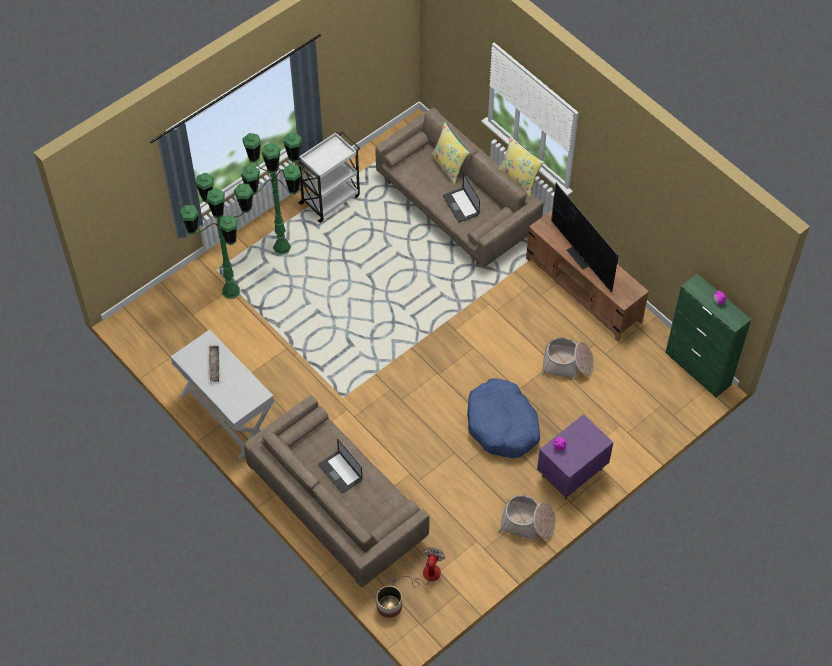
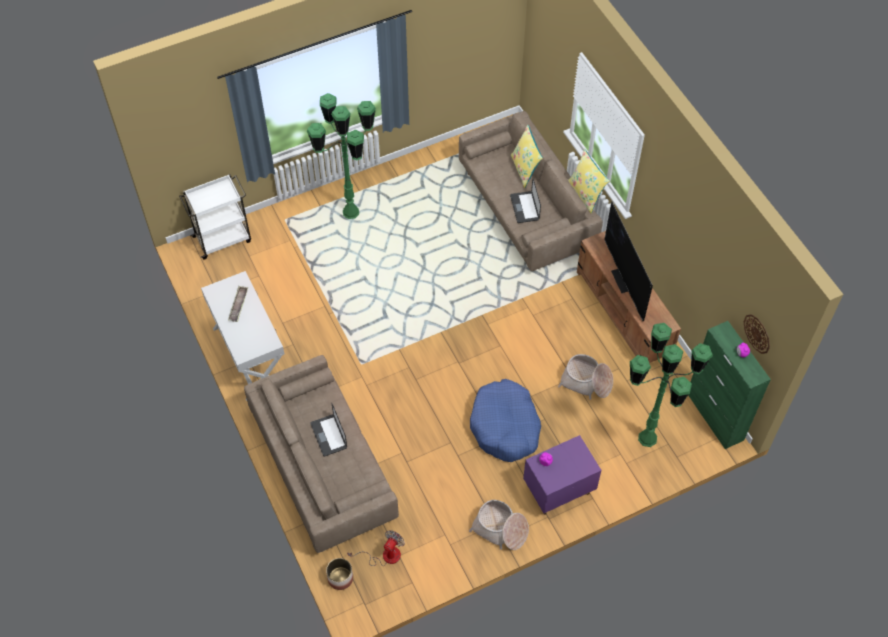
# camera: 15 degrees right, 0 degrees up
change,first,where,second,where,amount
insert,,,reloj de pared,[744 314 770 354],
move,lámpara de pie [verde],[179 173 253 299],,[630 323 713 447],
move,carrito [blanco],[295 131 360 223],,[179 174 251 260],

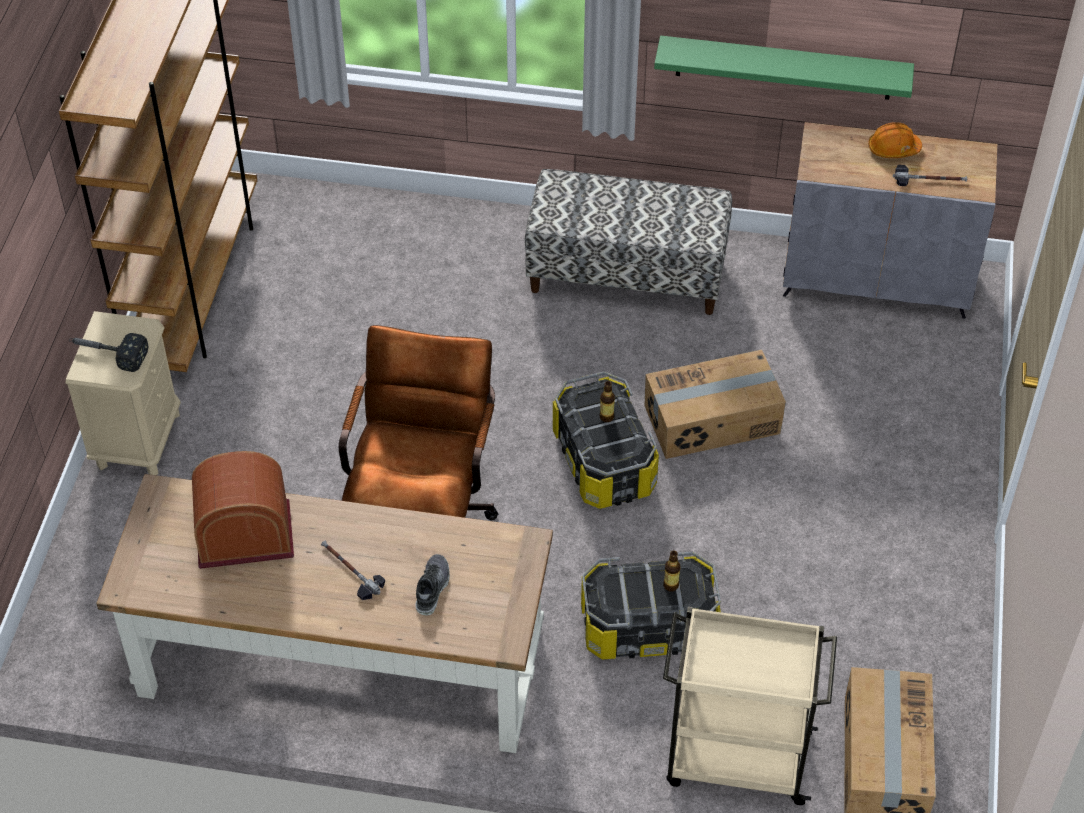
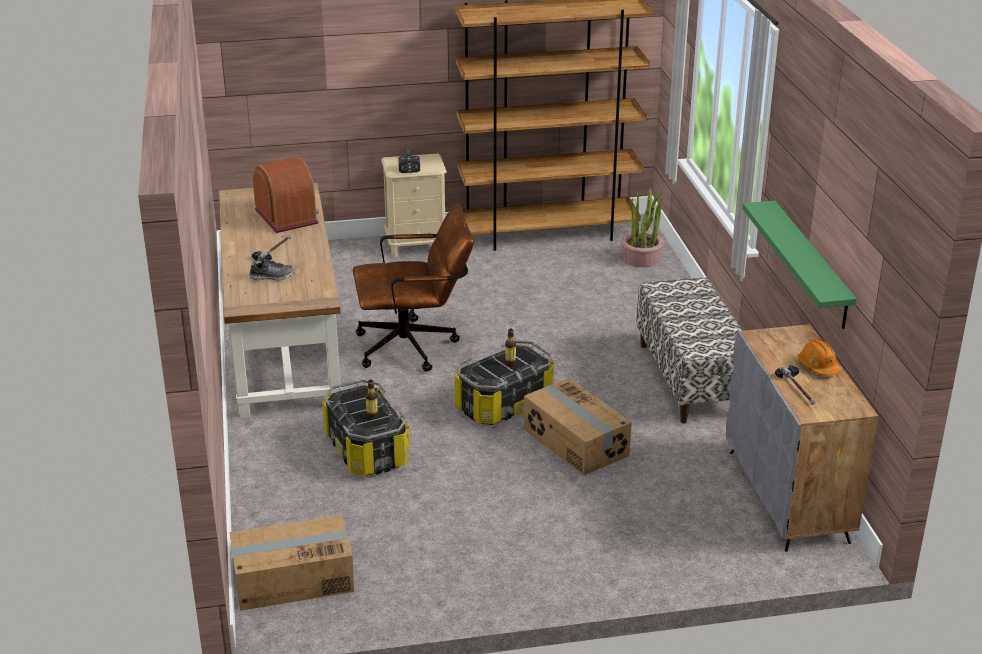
# camera: 70 degrees right, 20 degrees down
change,first,where,second,where,amount
delete,carrito [beis],[663 607 837 805],,,
insert,,,planta en maceta,[621 188 664 267],

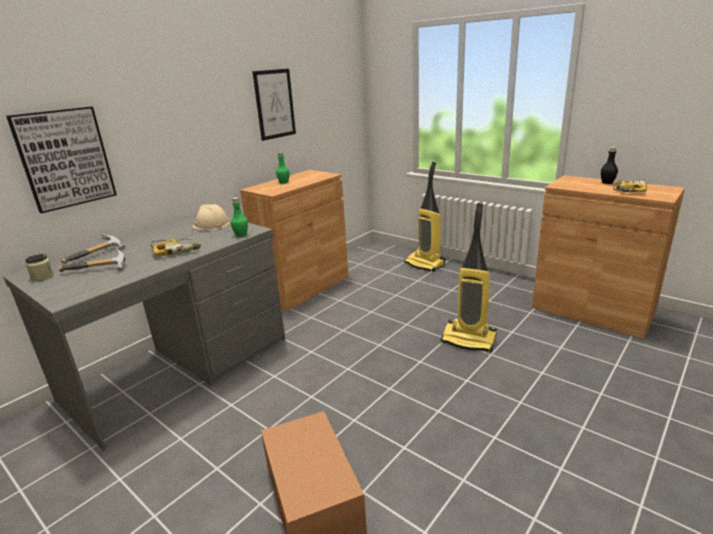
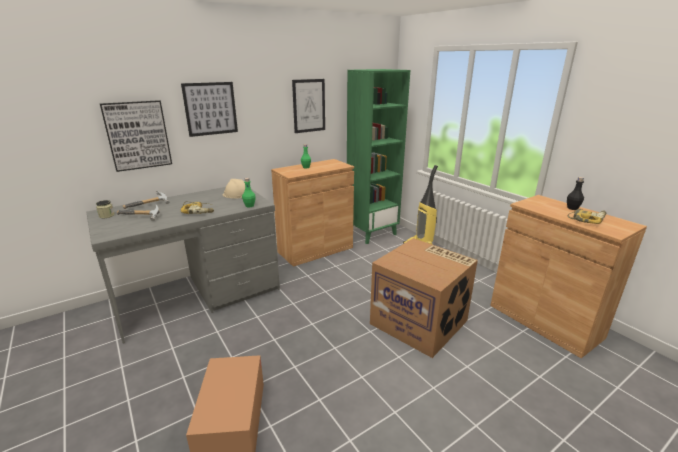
# camera: 15 degrees right, 0 degrees up
change,first,where,second,where,amount
insert,,,cuadro,[181 82 238 137],
insert,,,estantería [verde],[347 69 410 244],
replace,aspiradora,[441 203 497 352],caja de cartón,[370 238 478 358],

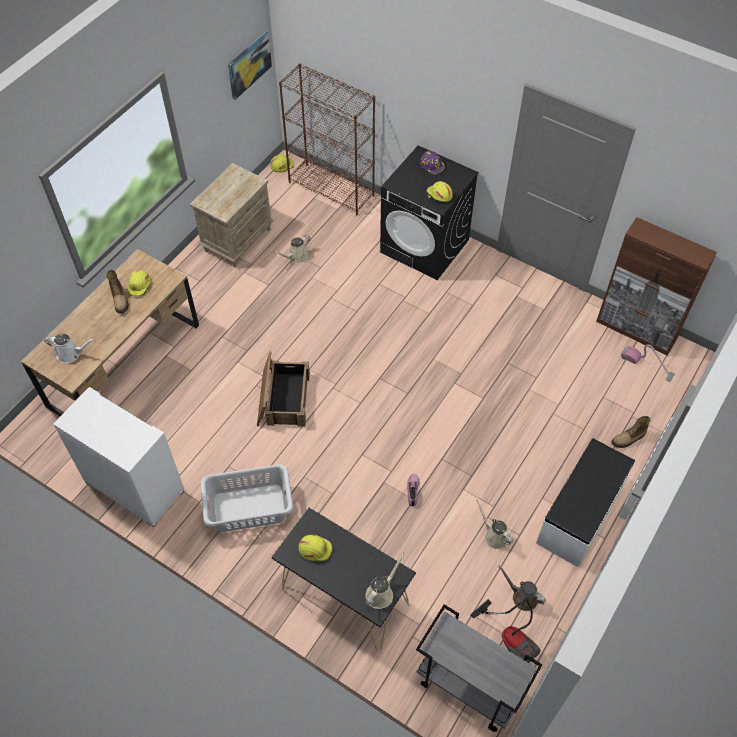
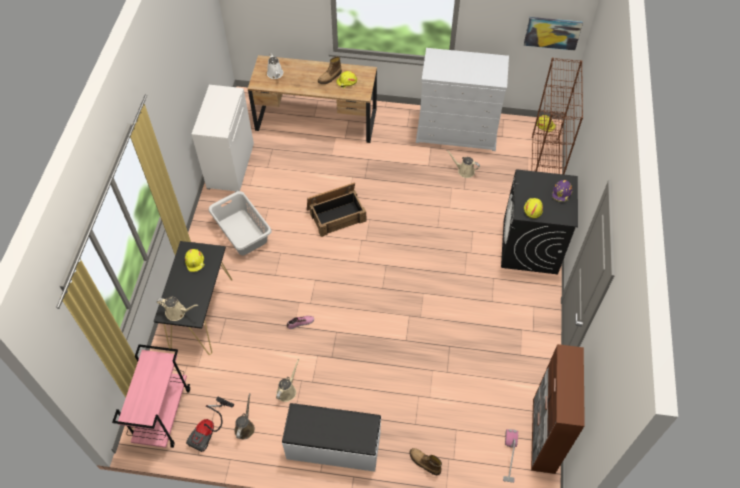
# camera: 65 degrees right, 0 degrees up
change,first,where,second,where,amount
replace,mesita de noche [beis],[190 163 274 267],cómoda [blanco],[416 48 509 151],
recolor,carrito [gris],[416 604 542 732],carrito [rosa],[112 344 190 448],

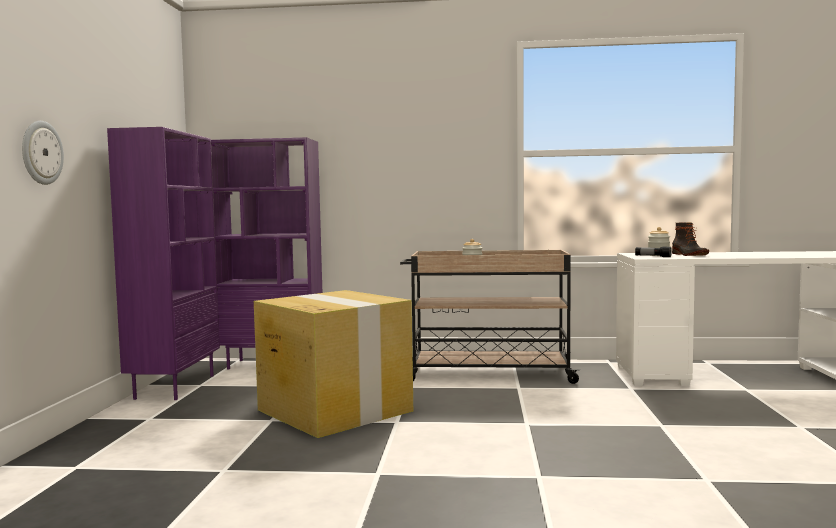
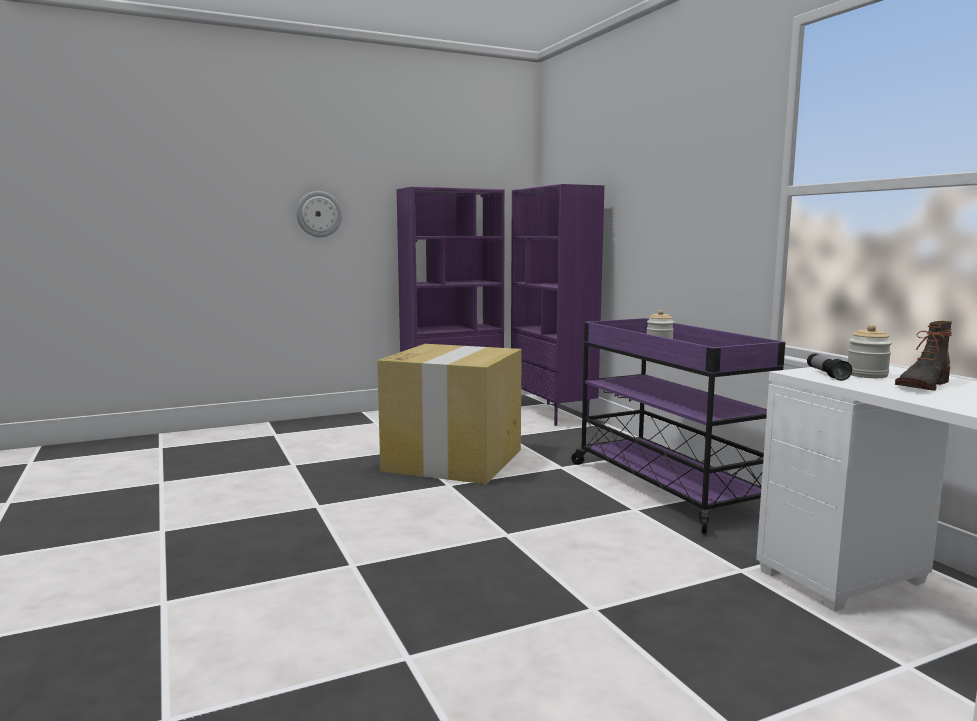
# camera: 60 degrees right, 5 degrees up
change,first,where,second,where,amount
recolor,carrito [beis],[400 250 581 384],carrito [morado],[571 318 785 534],

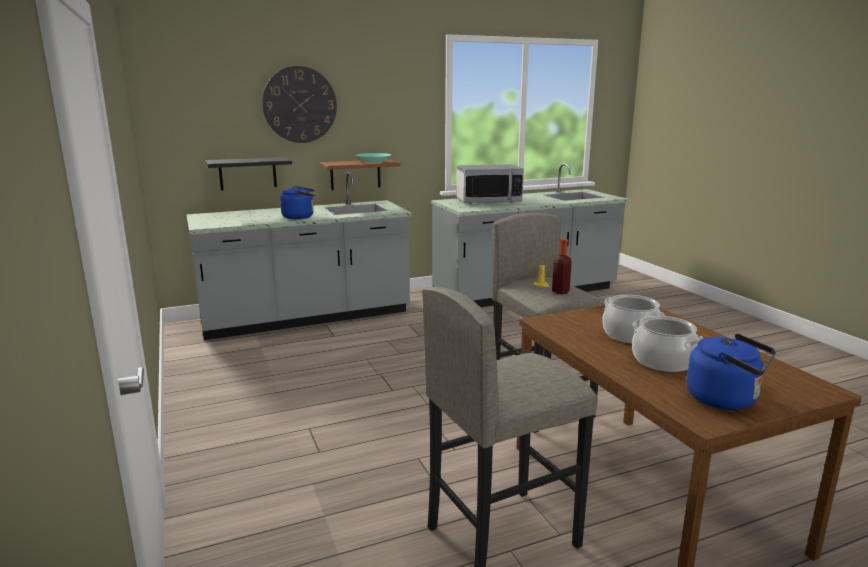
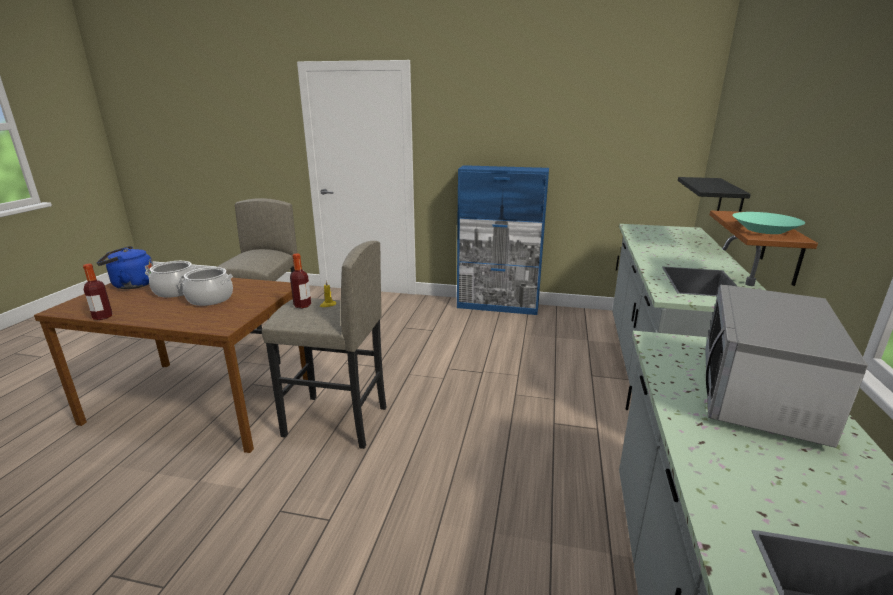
# camera: 125 degrees right, 5 degrees up
change,first,where,second,where,amount
delete,reloj de pared,[262 66 337 143],,,
delete,hervidor [azul],[280 186 315 219],,,
insert,,,botella,[83 264 112 320],
insert,,,armario [azul],[457 165 549 315],

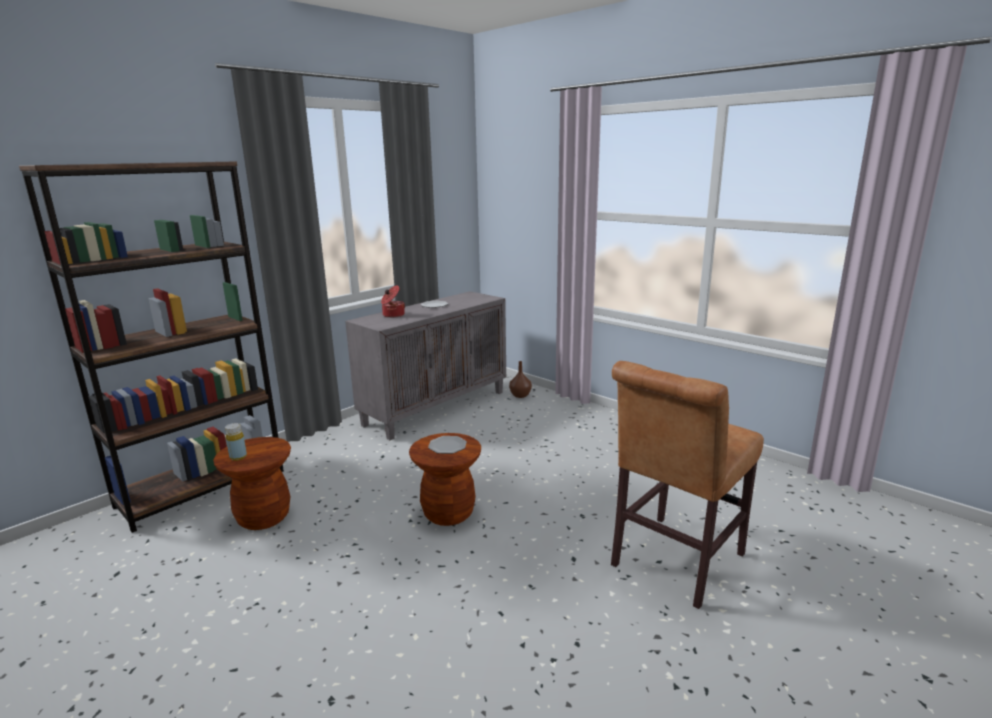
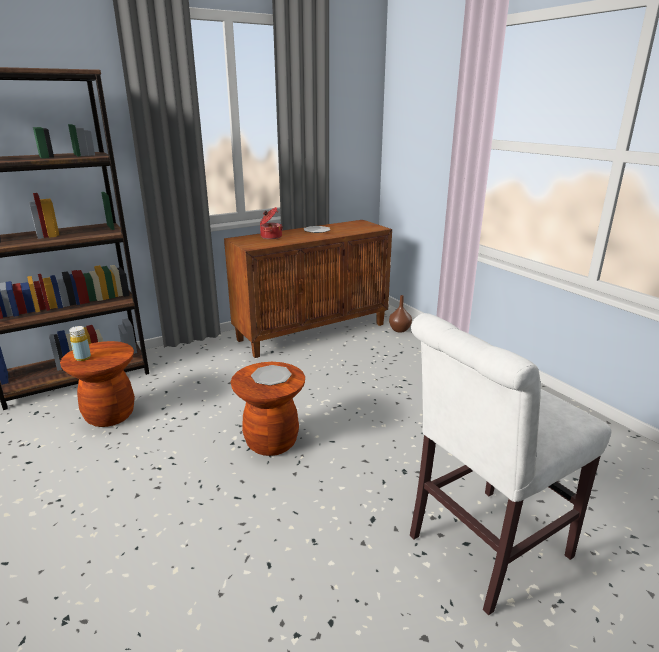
# camera: 15 degrees right, 5 degrees up
change,first,where,second,where,amount
recolor,armario [gris],[345 291 506 440],armario [marrón],[224 220 392 358],
recolor,silla [marrón],[611 361 764 609],silla [blanco],[410 313 612 615],

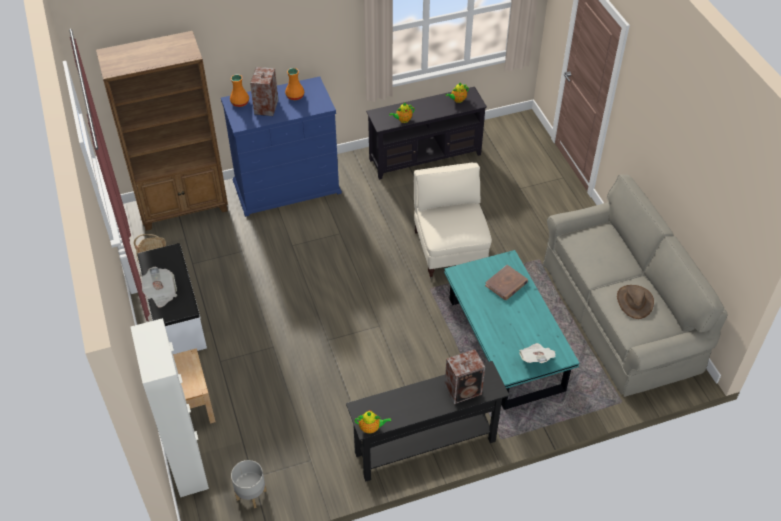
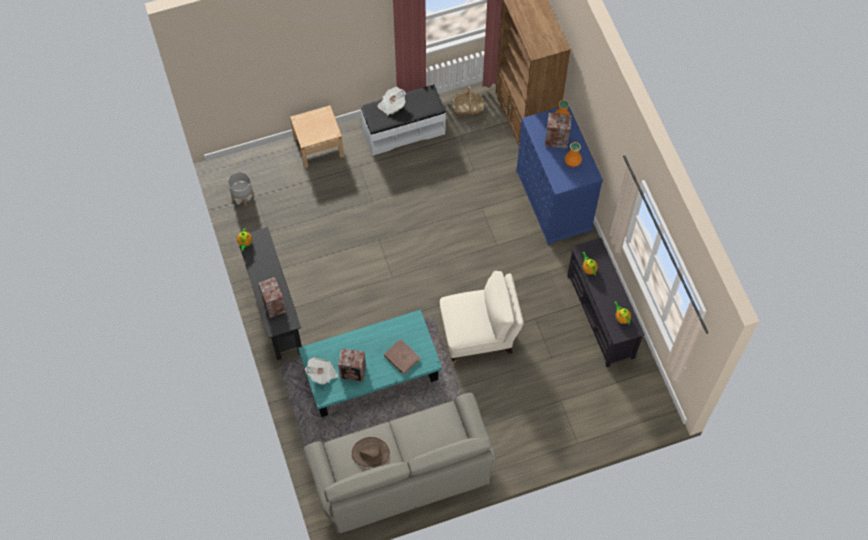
# camera: 90 degrees right, 15 degrees up
change,first,where,second,where,amount
delete,armario [blanco],[130 318 209 497],,,
insert,,,altavoz,[338 349 366 382],

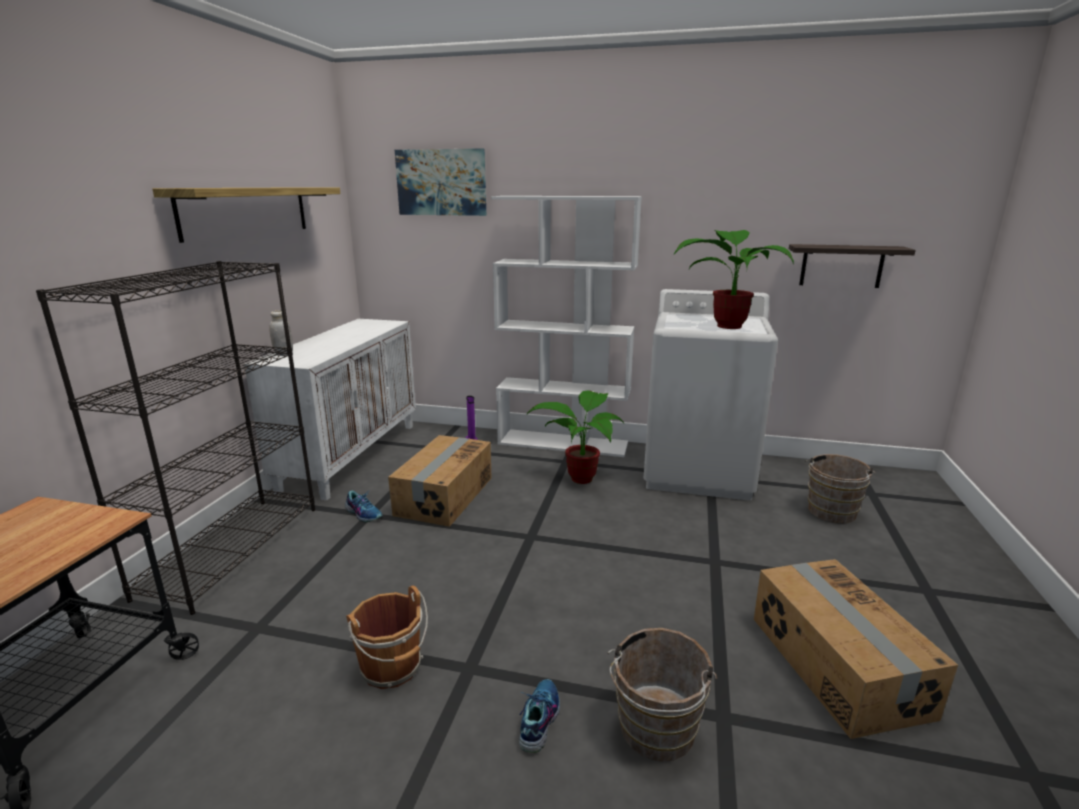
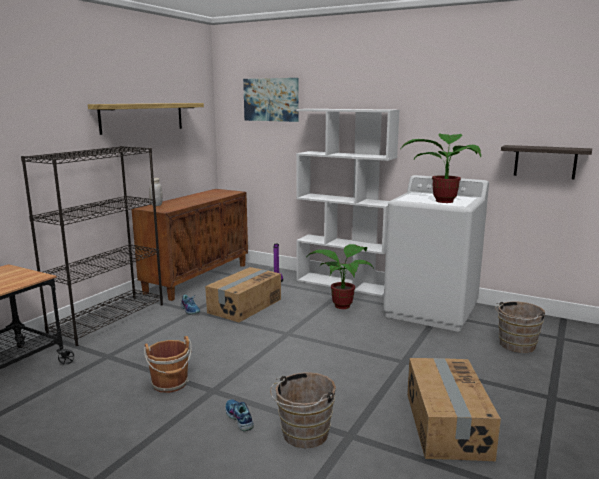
# camera: 15 degrees right, 5 degrees down
change,first,where,second,where,amount
recolor,armario [blanco],[244 319 416 501],armario [marrón],[131 189 248 301],
rotate,zapato,[519 679 560 753],,[225 399 254 431],60 degrees counterclockwise

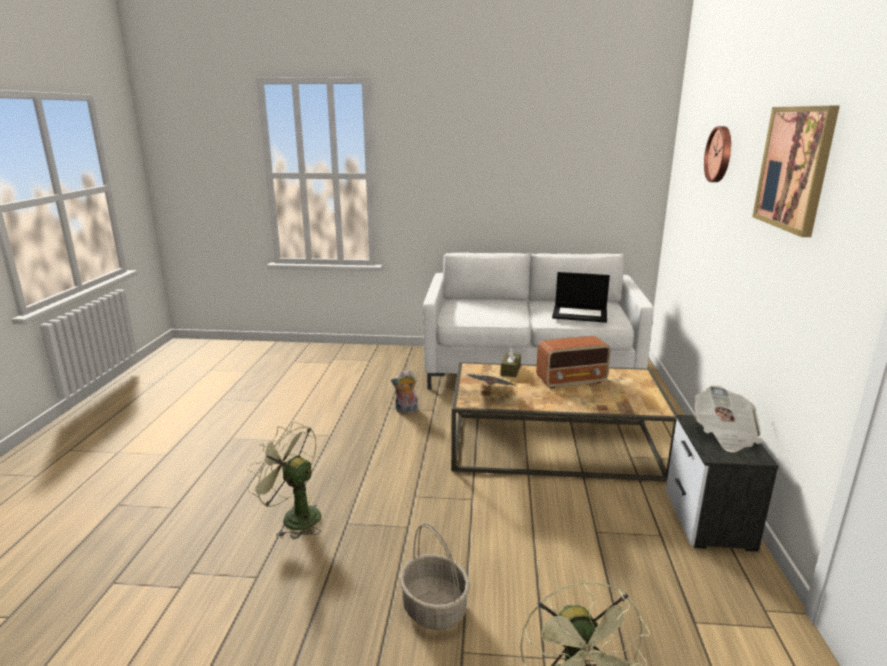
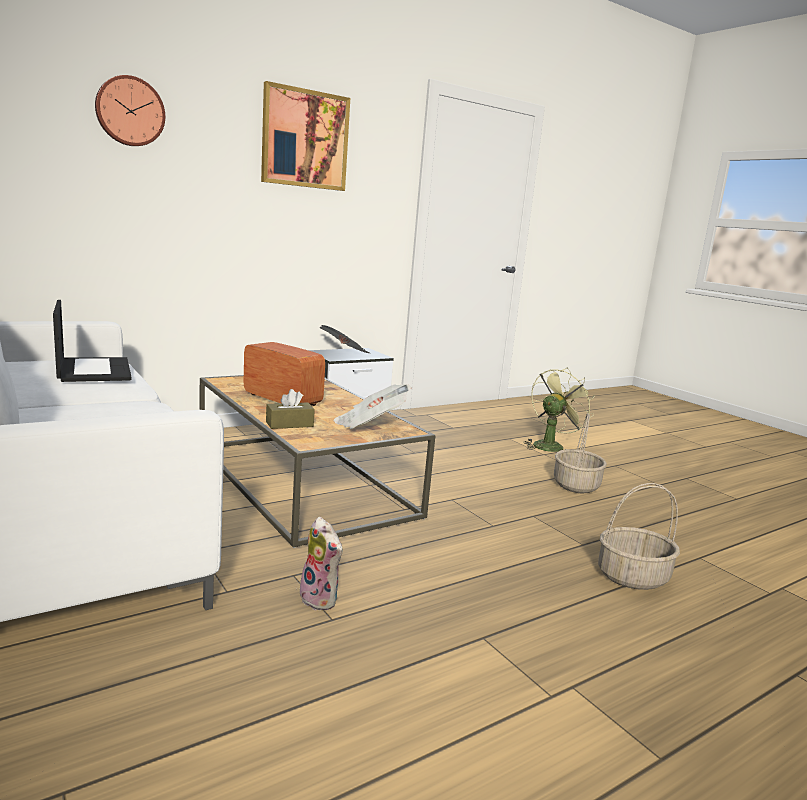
# camera: 130 degrees left, 5 degrees down
change,first,where,second,where,amount
replace,ventilador [verde],[247 422 321 539],cesta,[598 483 680 590],

